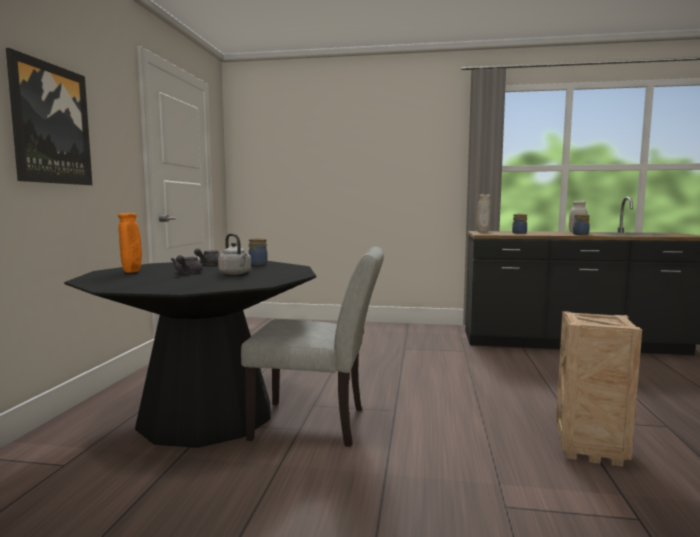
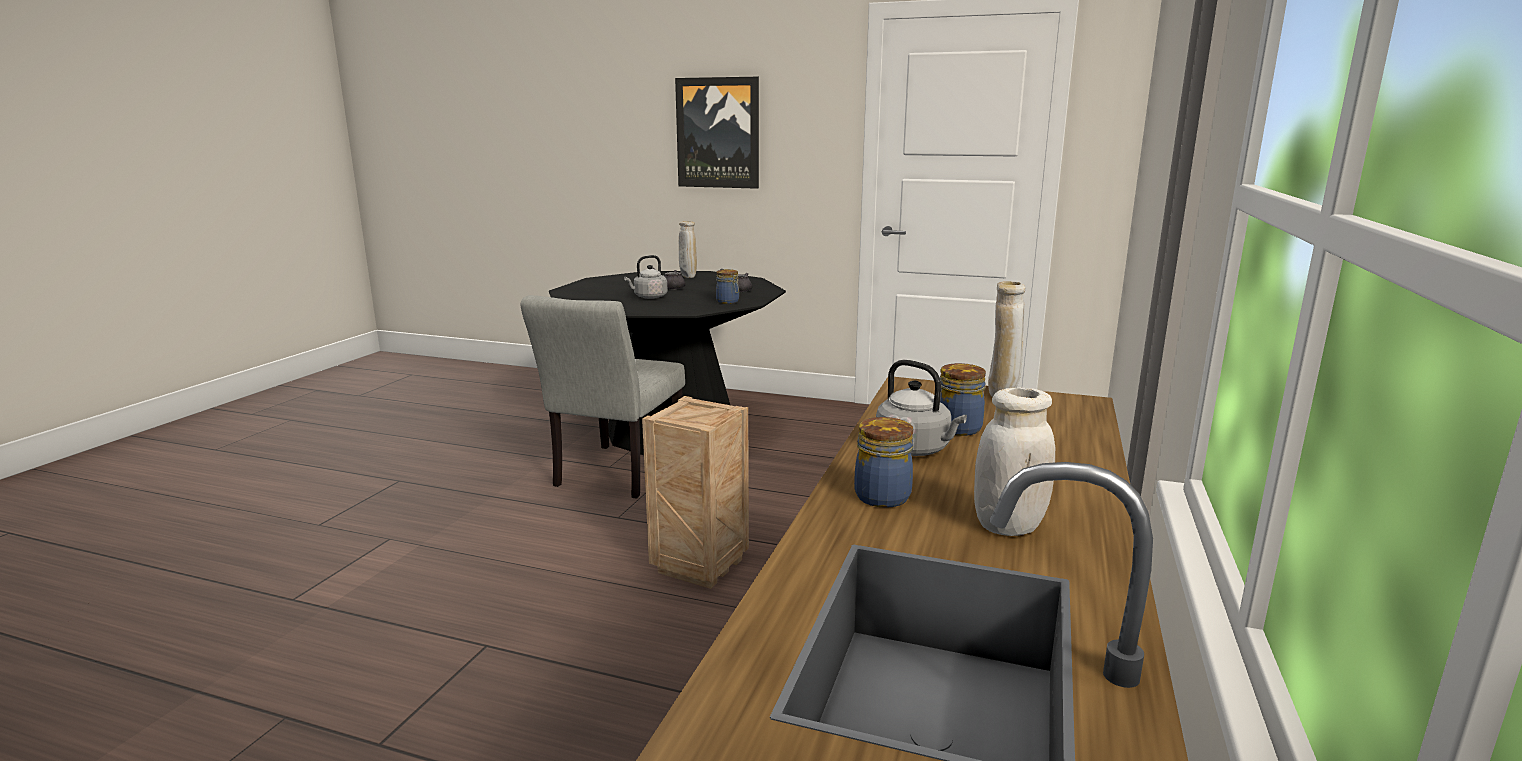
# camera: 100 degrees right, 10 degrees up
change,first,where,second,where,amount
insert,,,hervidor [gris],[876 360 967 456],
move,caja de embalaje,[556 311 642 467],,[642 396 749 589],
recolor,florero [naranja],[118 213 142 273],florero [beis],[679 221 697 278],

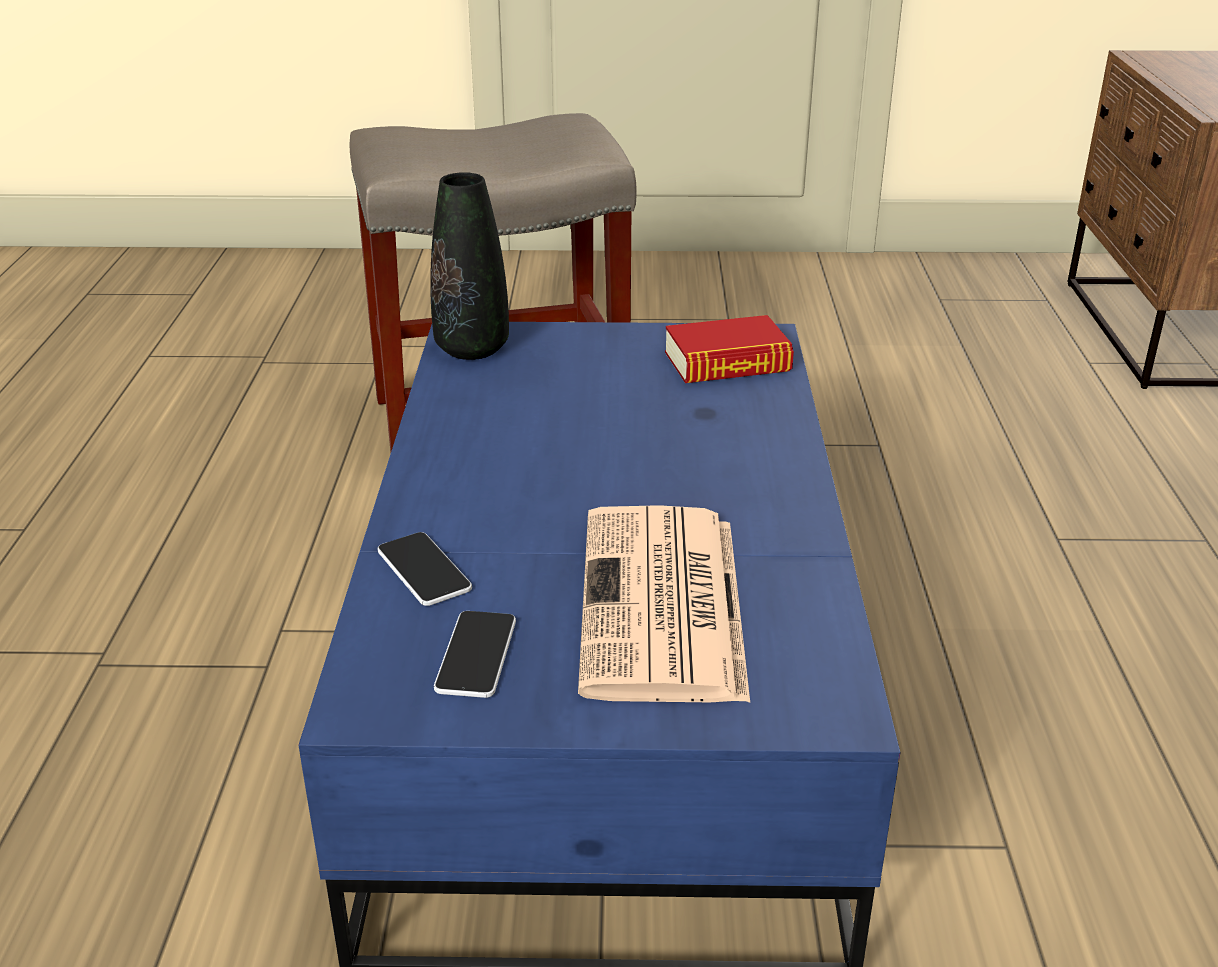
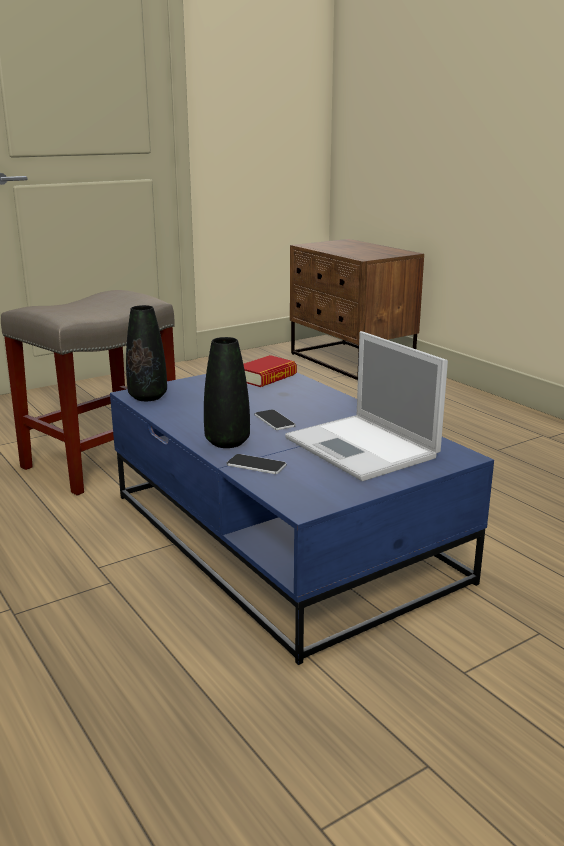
# camera: 35 degrees left, 10 degrees down
change,first,where,second,where,amount
insert,,,florero [negro],[204 337 250 448],
move,móvil,[434 611 516 698],,[255 409 296 430],
replace,periódico,[578 505 750 703],portátil,[285 331 448 481],

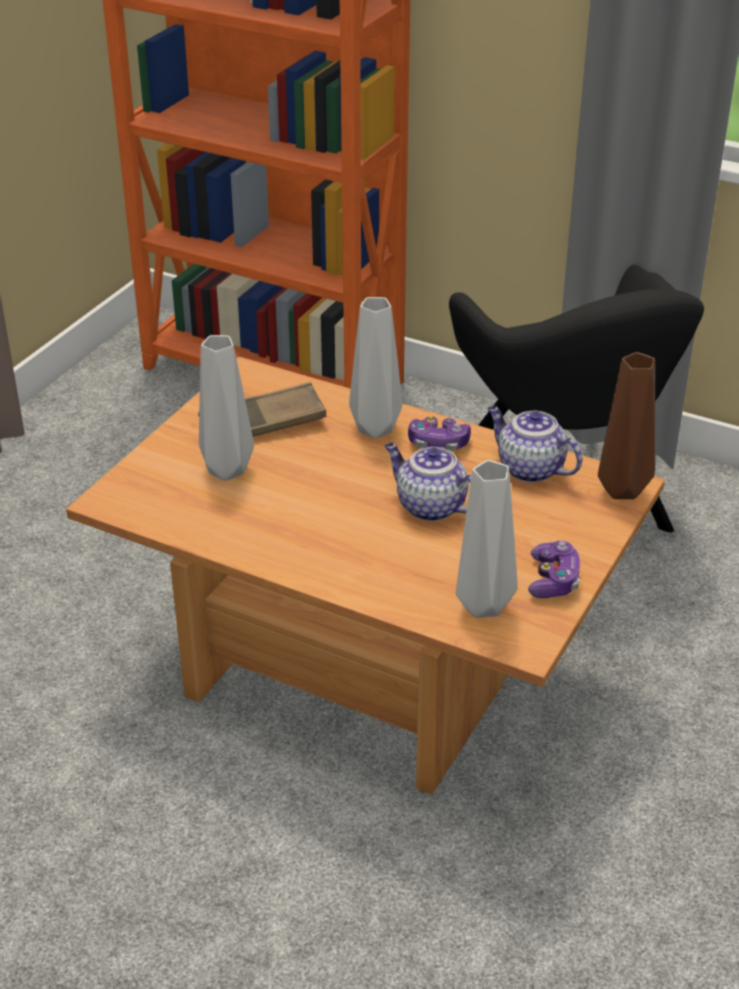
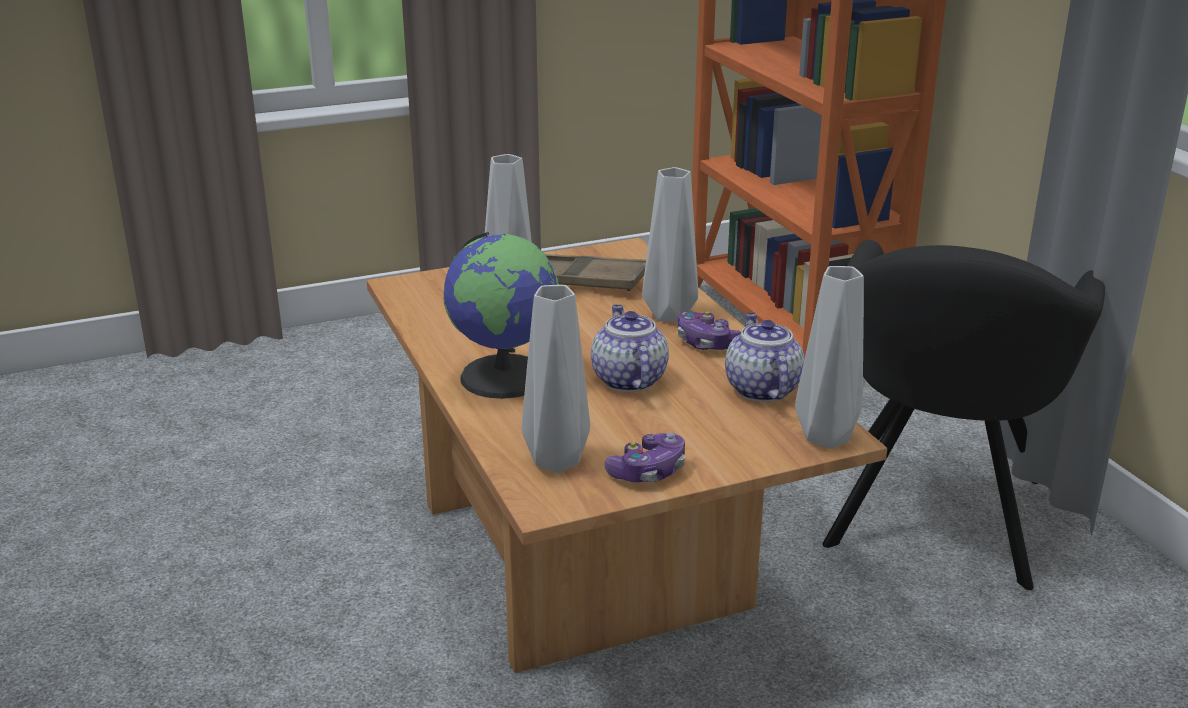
# camera: 40 degrees right, 10 degrees down
change,first,where,second,where,amount
insert,,,globo terráqueo,[443 232 559 399],
recolor,florero [marrón],[598 352 655 499],florero [gris],[795 266 864 449],

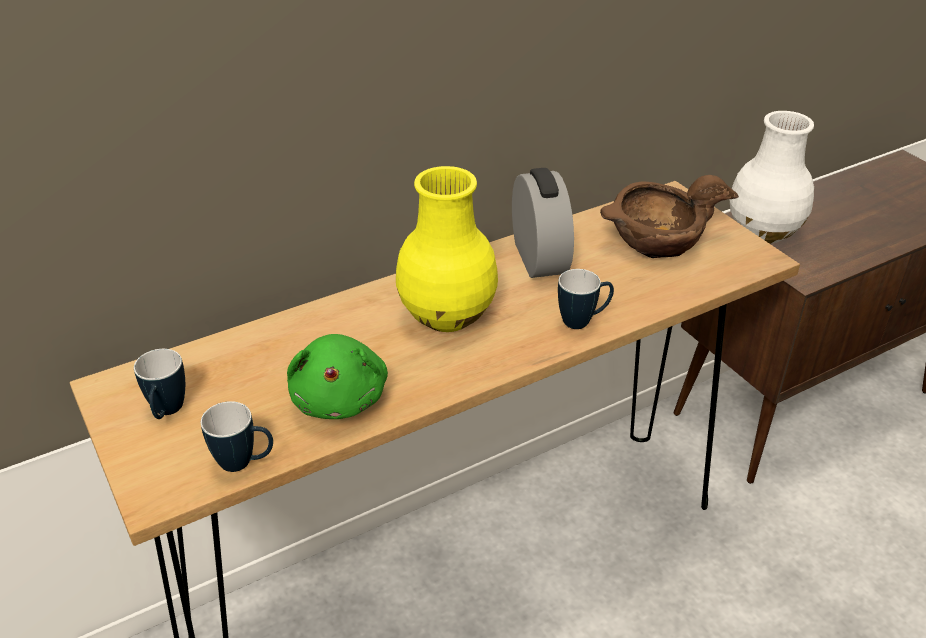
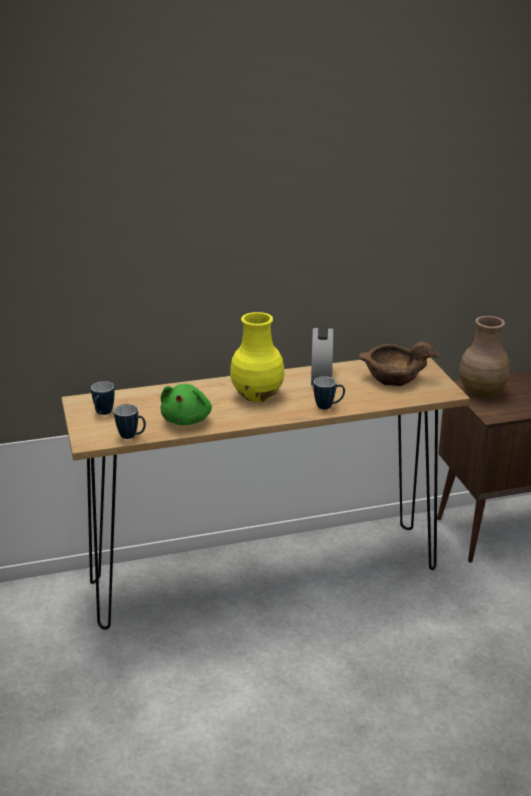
# camera: 15 degrees right, 10 degrees down
change,first,where,second,where,amount
recolor,florero [blanco],[730 111 814 244],florero [marrón],[459 316 510 398],

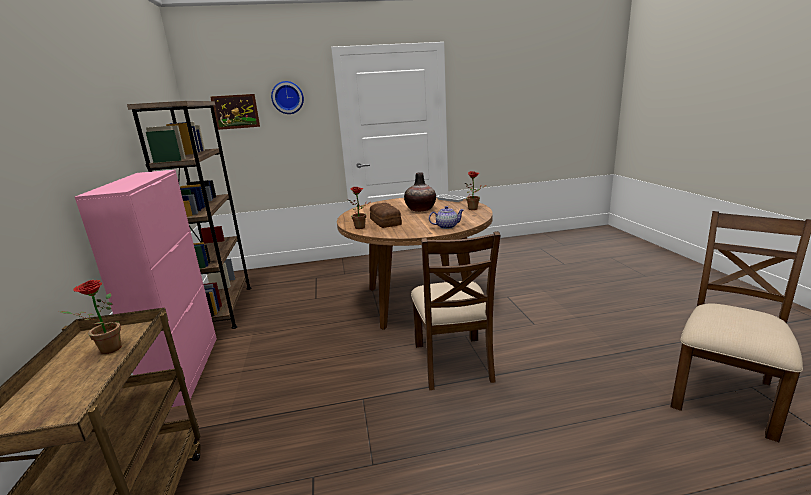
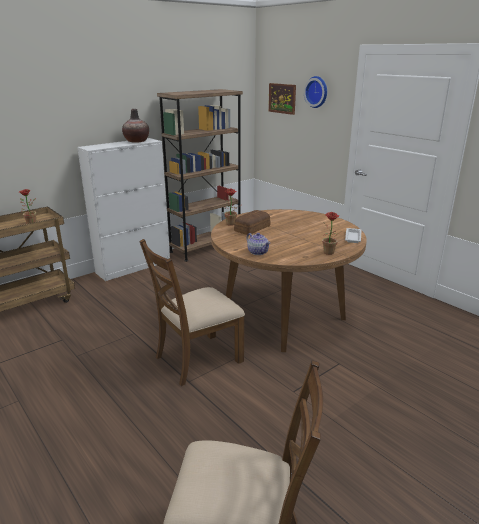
# camera: 60 degrees right, 5 degrees up
change,first,where,second,where,amount
move,florero,[404 172 436 212],,[122 109 149 143],
recolor,armario [rosa],[75 170 217 407],armario [blanco],[77 138 170 281],

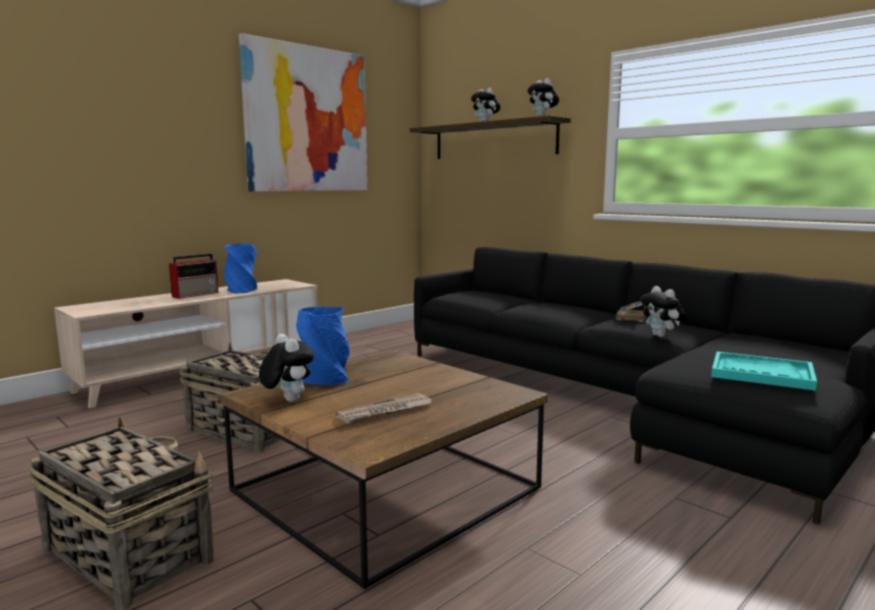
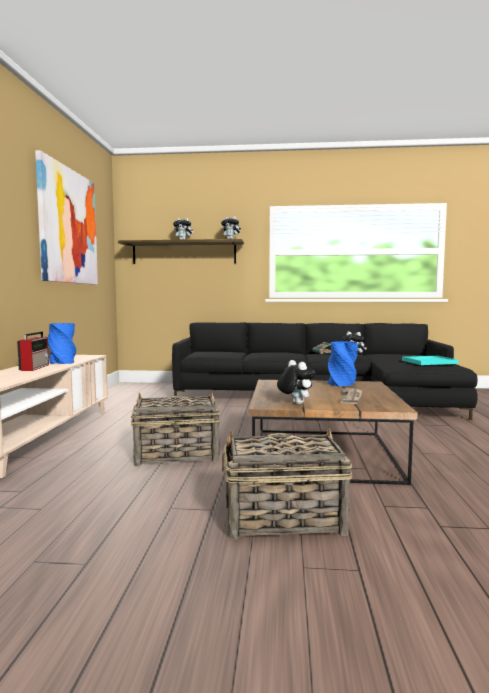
# camera: 40 degrees left, 5 degrees down
change,first,where,second,where,amount
move,florero [azul],[296 307 349 385],,[328 341 358 387],
rotate,peluche,[259 334 314 402],,[277 360 316 404],45 degrees clockwise

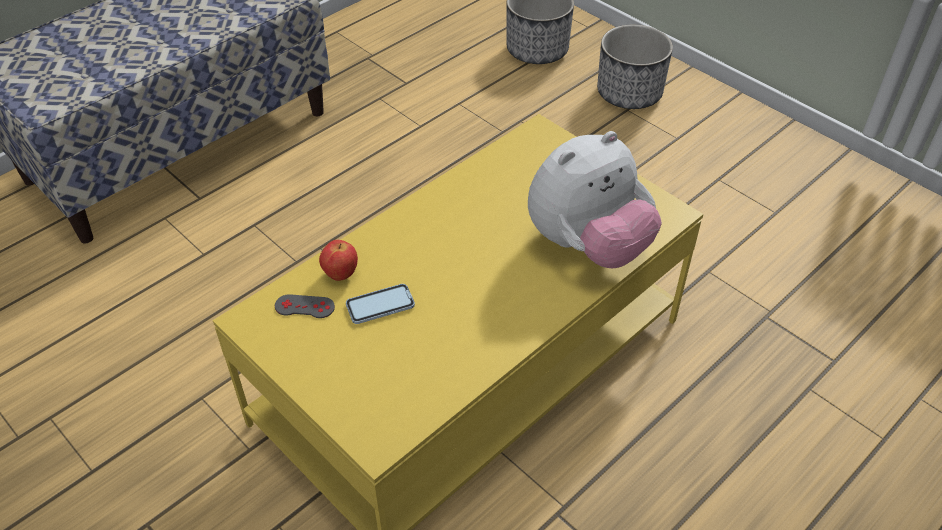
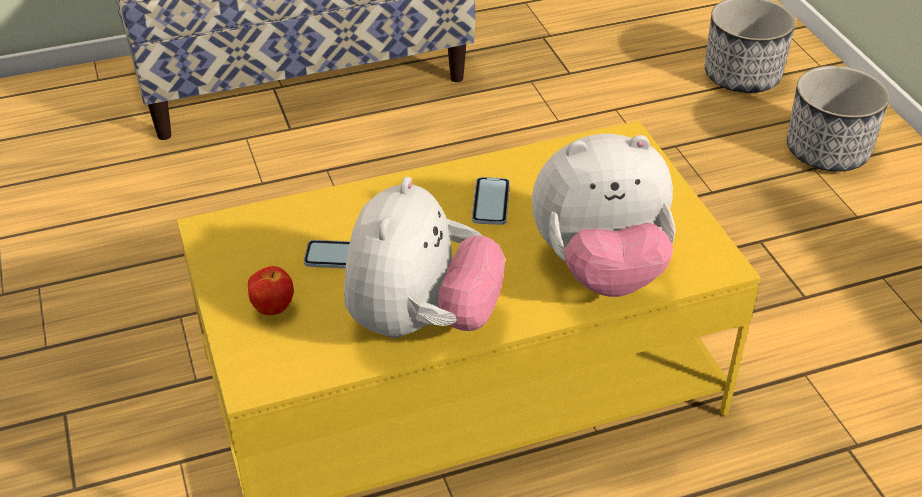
# camera: 25 degrees right, 5 degrees down
change,first,where,second,where,amount
delete,mando de consola [gris],[275 294 335 318],,,
insert,,,peluche,[344 177 505 338],
insert,,,móvil,[472 177 510 225],
move,manzana,[319 240 358 281],,[248 266 294 315],

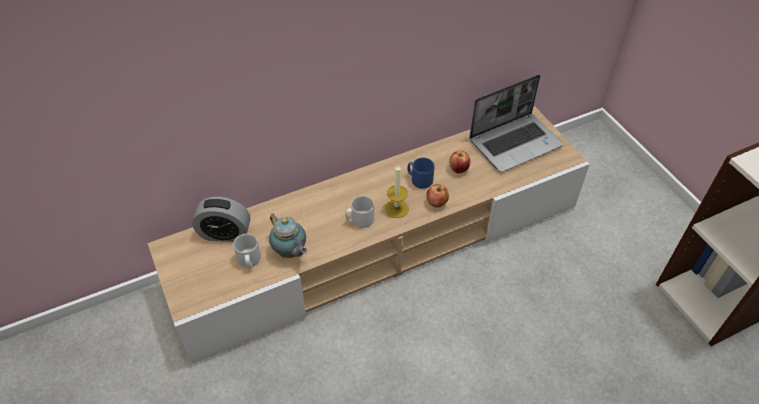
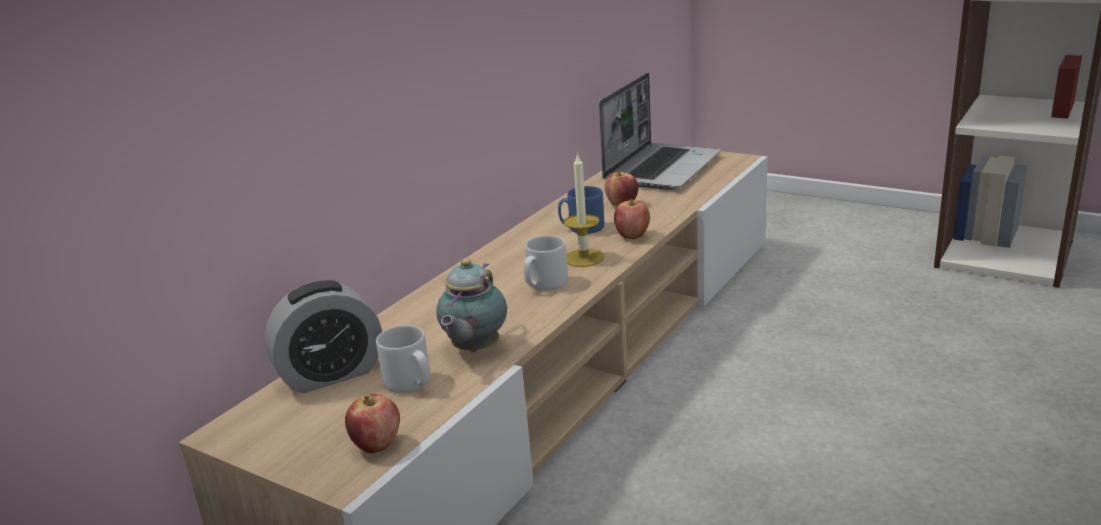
# camera: 30 degrees left, 25 degrees down
change,first,where,second,where,amount
insert,,,manzana,[345 394 400 453],
rotate,tetera,[269 213 307 258],,[436 258 507 352],90 degrees clockwise

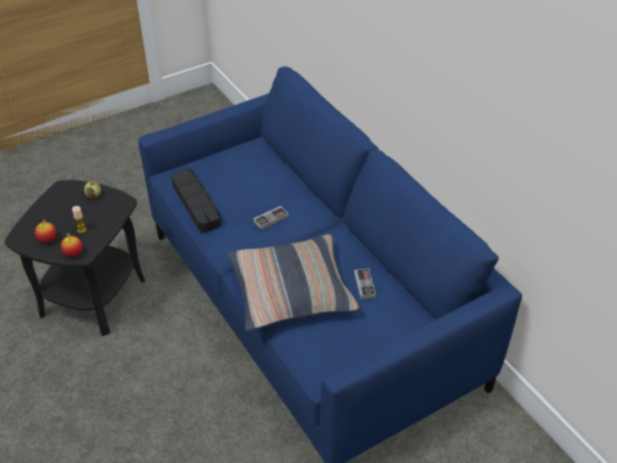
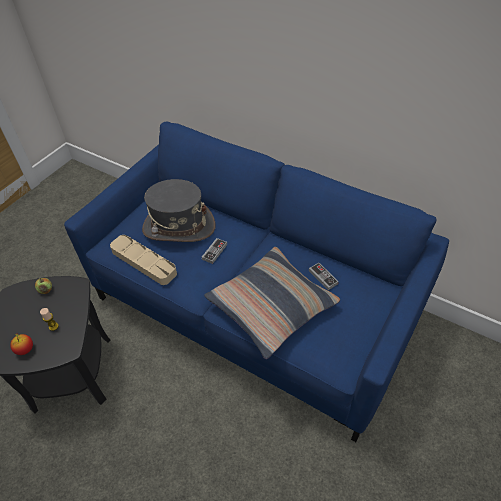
# camera: 25 degrees left, 5 degrees up
change,first,where,second,where,amount
delete,manzana,[61 233 82 257],,,
insert,,,sombrero [gris],[142 179 216 242],
recolor,bandeja [negro],[171 169 221 232],bandeja [beis],[110 235 177 285],

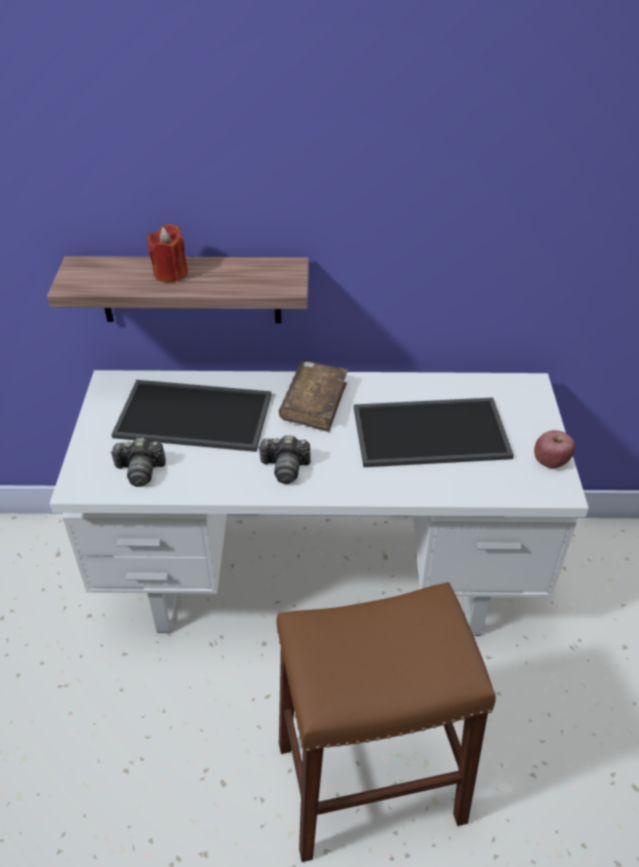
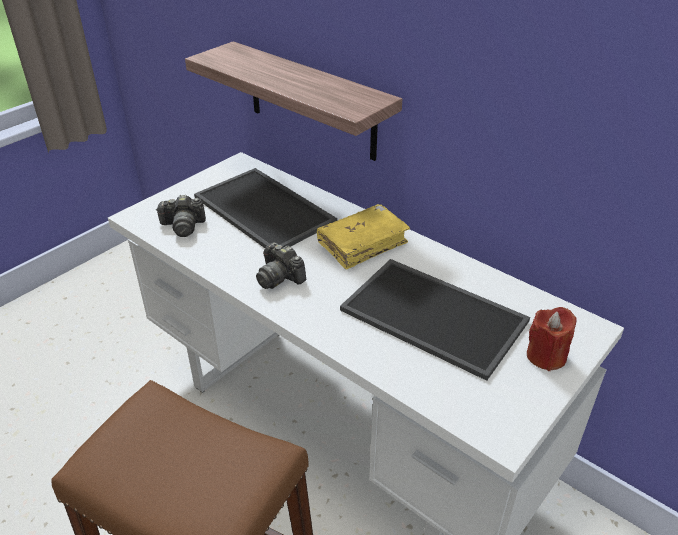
# camera: 40 degrees right, 5 degrees down
change,first,where,second,where,amount
delete,manzana,[534 430 575 468],,,
move,vela [rojo],[147 224 188 282],,[527 307 577 371],
recolor,libro [marrón],[279 361 348 432],libro [amarillo],[317 204 410 270],
rotate,cámara,[110 438 166 487],,[156 195 206 237],45 degrees counterclockwise

